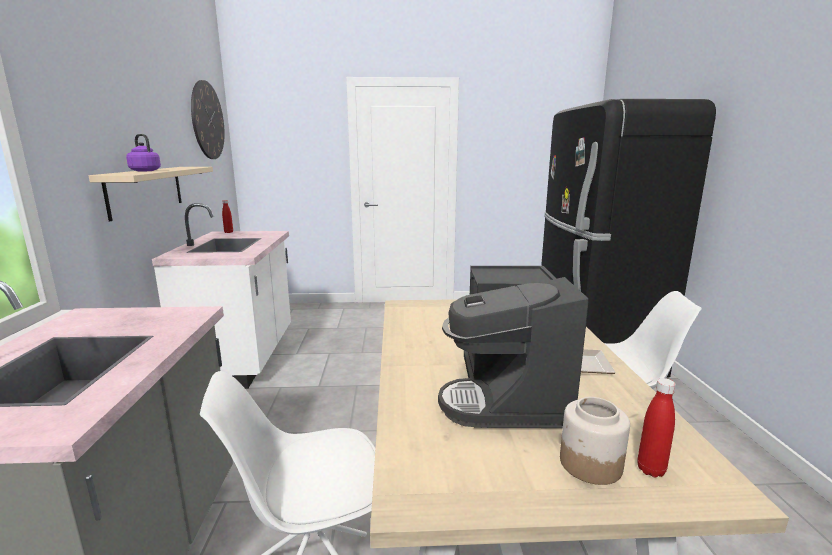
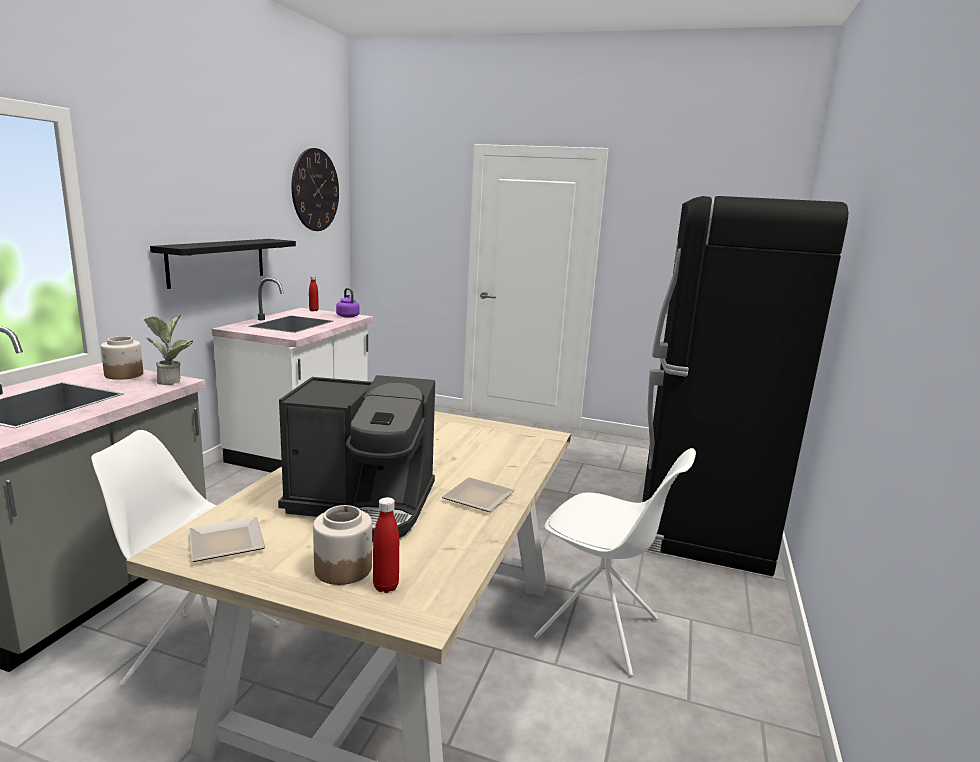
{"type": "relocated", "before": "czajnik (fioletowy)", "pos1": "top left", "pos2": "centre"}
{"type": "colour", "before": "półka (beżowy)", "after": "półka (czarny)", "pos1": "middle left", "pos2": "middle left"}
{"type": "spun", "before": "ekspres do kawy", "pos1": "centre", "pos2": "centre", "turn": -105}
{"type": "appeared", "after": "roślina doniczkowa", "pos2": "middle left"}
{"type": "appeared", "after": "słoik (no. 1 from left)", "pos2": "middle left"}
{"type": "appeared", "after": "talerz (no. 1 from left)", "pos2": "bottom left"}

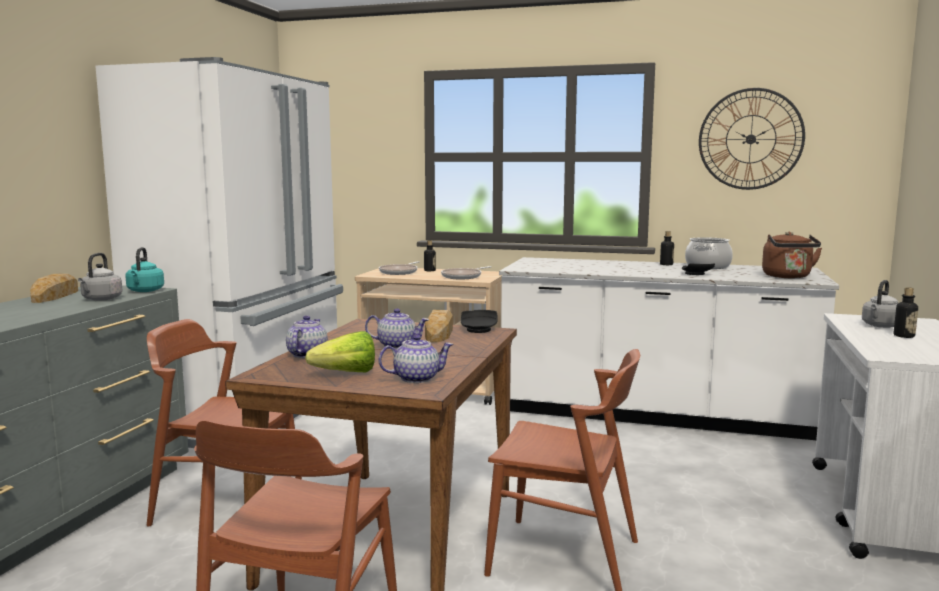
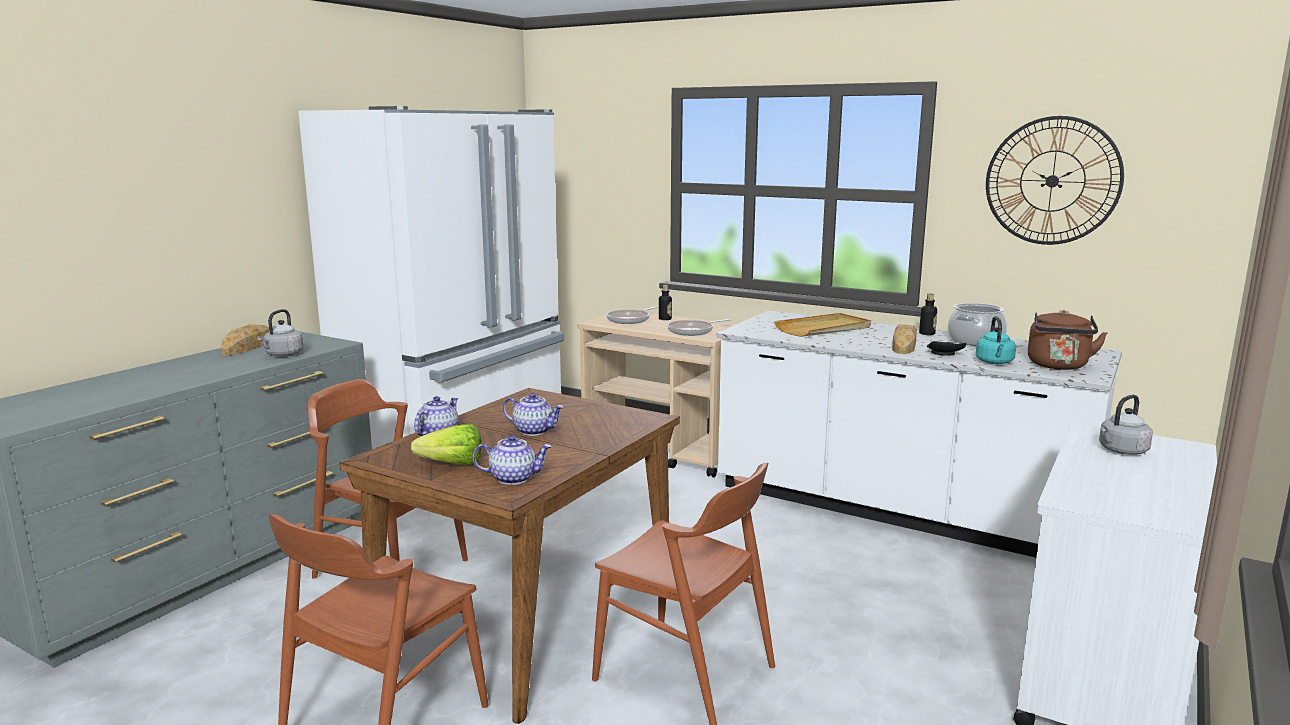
{"type": "relocated", "before": "czajnik (turkusowy)", "pos1": "middle left", "pos2": "middle right"}
{"type": "missing", "before": "butelka (no. 3 from left)", "pos1": "middle right"}
{"type": "relocated", "before": "chleb (no. 2 from left)", "pos1": "centre", "pos2": "middle right"}
{"type": "missing", "before": "talerz (czarny) (no. 1 from left)", "pos1": "centre"}
{"type": "appeared", "after": "taca (beżowy)", "pos2": "centre"}

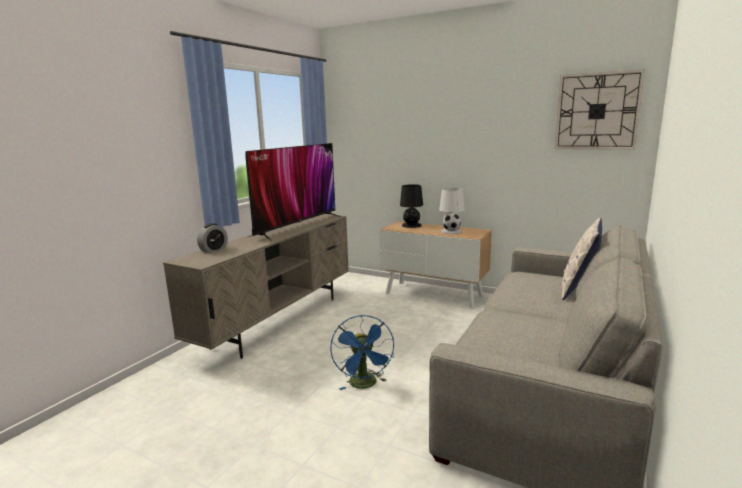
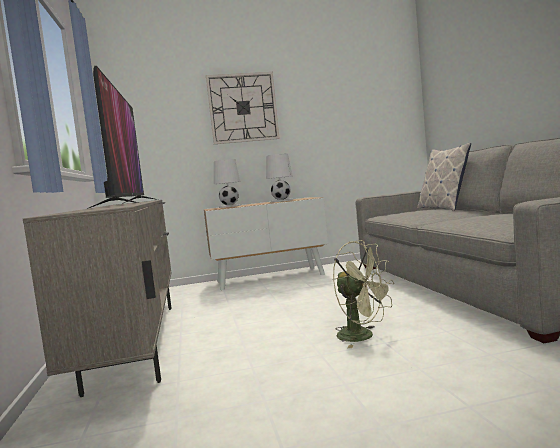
{"type": "relocated", "before": "zegar ścienny", "pos1": "top right", "pos2": "top centre"}
{"type": "colour", "before": "lampa stołowa (czarny)", "after": "lampa stołowa (biały) (no. 1 from left)", "pos1": "centre", "pos2": "centre"}
{"type": "missing", "before": "budzik", "pos1": "middle left"}
{"type": "colour", "before": "wentylator (niebieski)", "after": "wentylator (zielony)", "pos1": "bottom centre", "pos2": "centre"}

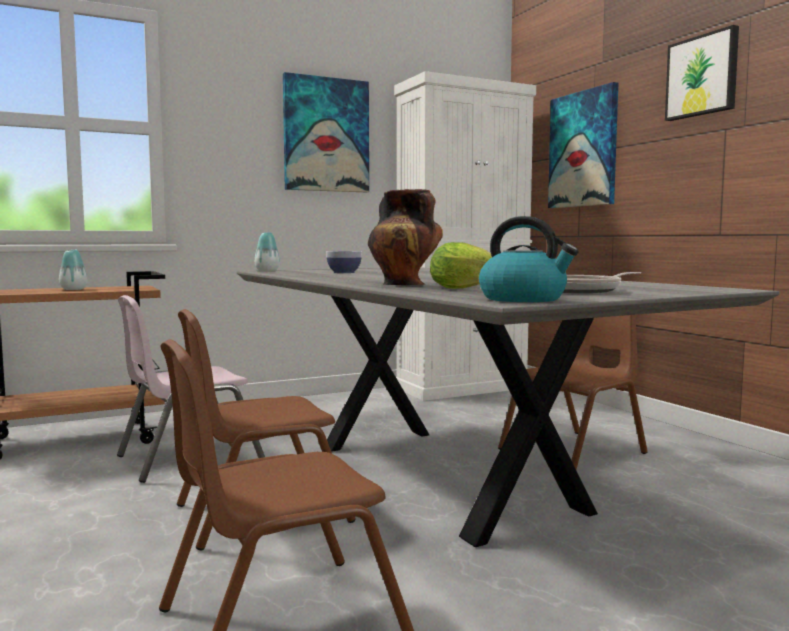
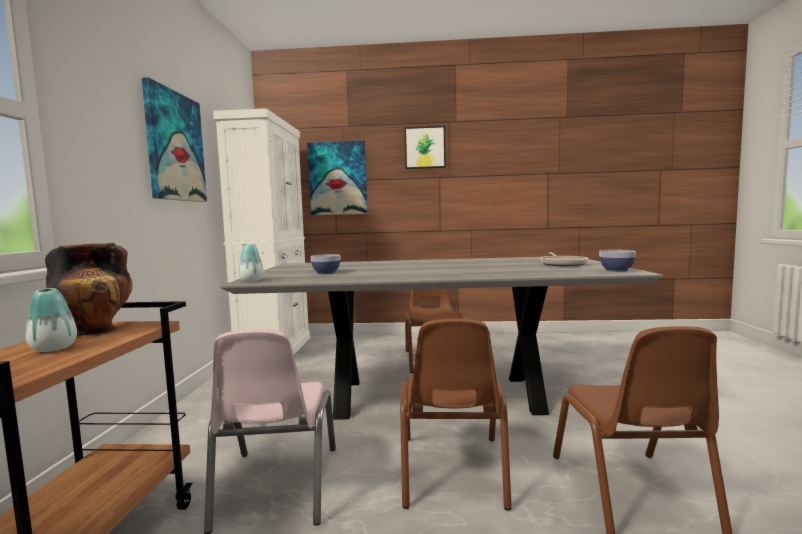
{"type": "relocated", "before": "wazon (no. 3 from left in the first image)", "after": "wazon (no. 2 from left)", "pos1": "centre", "pos2": "middle left"}
{"type": "exchanged", "before": "czajnik", "after": "miska (no. 2 from left)", "pos1": "middle right", "pos2": "middle right"}
{"type": "missing", "before": "sałata", "pos1": "centre"}

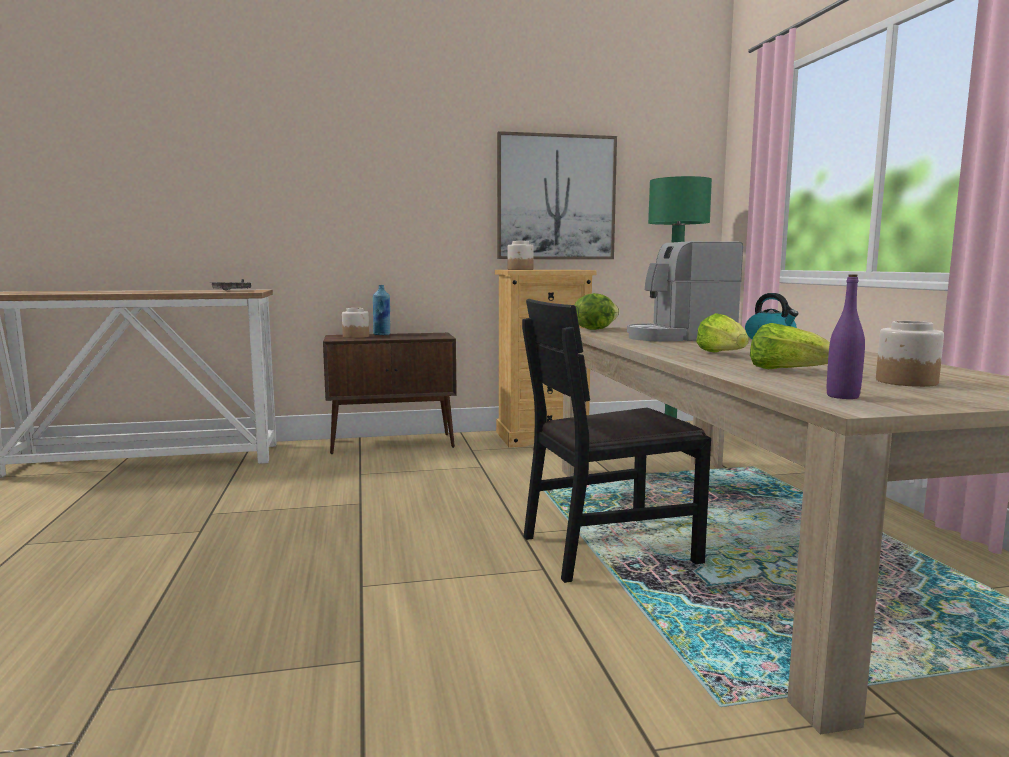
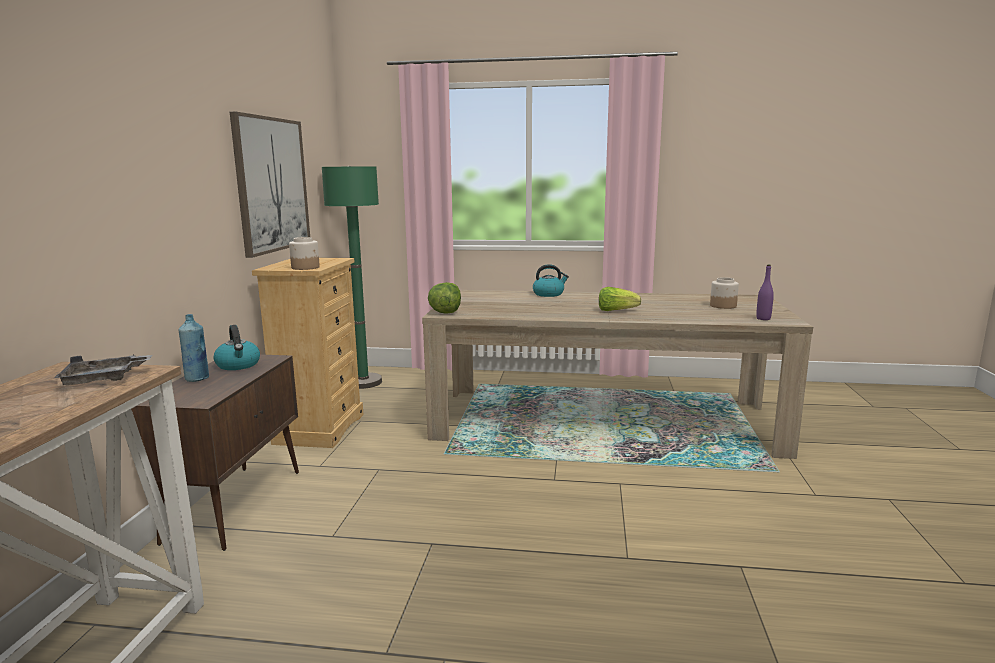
{"type": "missing", "before": "ekspres do kawy", "pos1": "middle right"}
{"type": "missing", "before": "krzesło (czarny)", "pos1": "centre"}
{"type": "missing", "before": "słoik (no. 1 from left)", "pos1": "centre"}
{"type": "missing", "before": "sałata (no. 3 from left)", "pos1": "middle right"}
{"type": "appeared", "after": "czajnik (no. 1 from left)", "pos2": "middle left"}

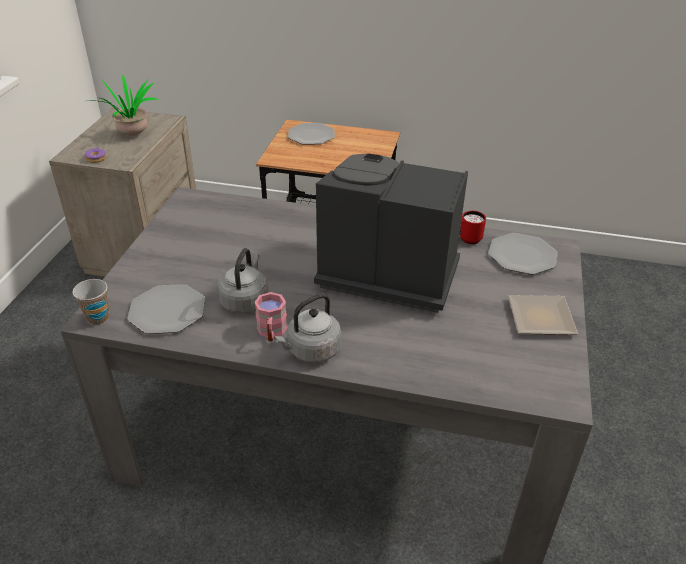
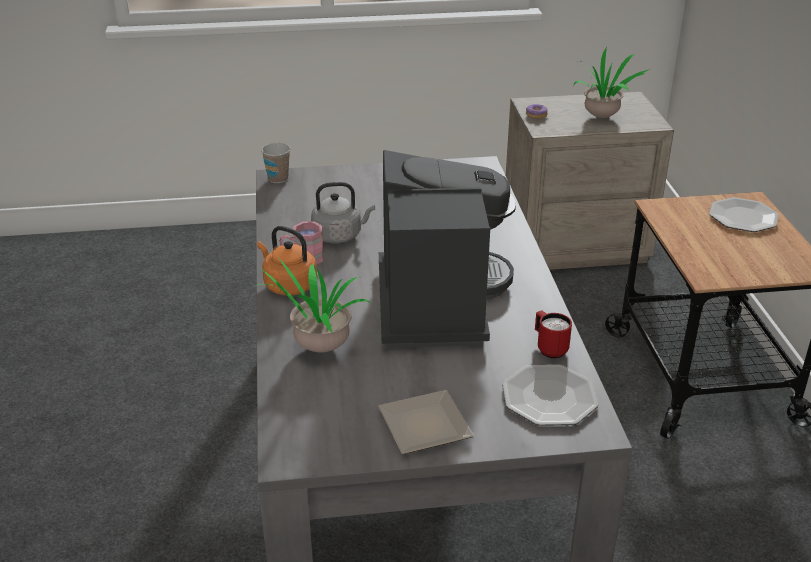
{"type": "missing", "before": "talerz (no. 1 from left)", "pos1": "middle left"}
{"type": "colour", "before": "czajnik (szary) (no. 2 from left)", "after": "czajnik (pomarańczowy)", "pos1": "centre", "pos2": "centre"}
{"type": "appeared", "after": "roślina doniczkowa (no. 1 from left)", "pos2": "centre"}

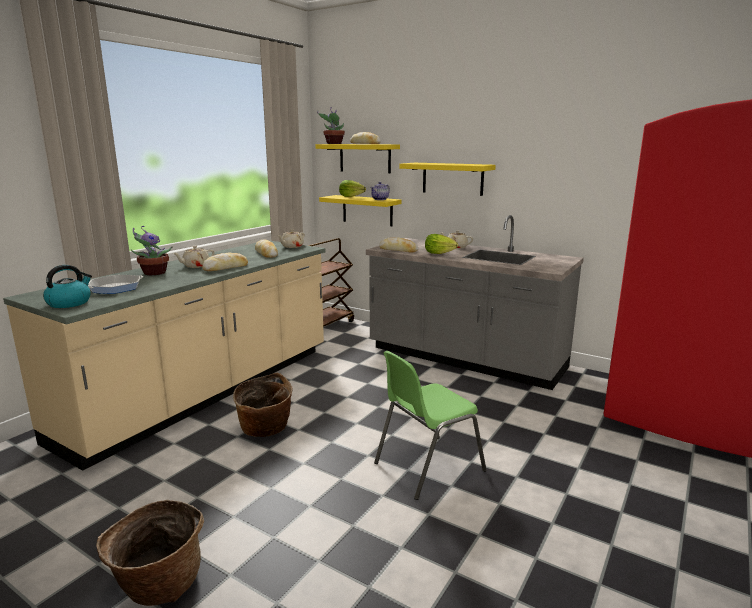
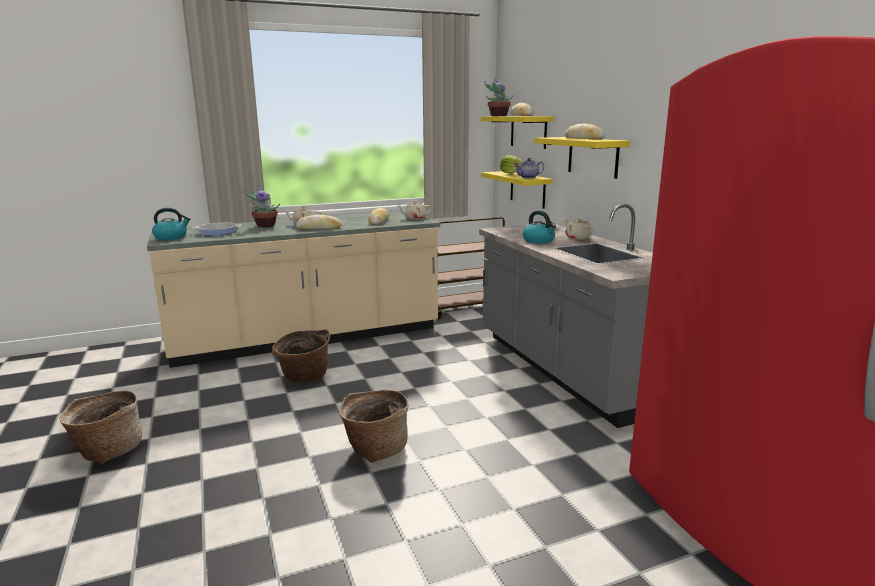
{"type": "exchanged", "before": "sałata (no. 2 from left)", "after": "czajnik (no. 2 from left)", "pos1": "centre", "pos2": "centre"}
{"type": "relocated", "before": "chleb (no. 4 from left)", "pos1": "centre", "pos2": "top right"}
{"type": "exchanged", "before": "krzesło (zielony)", "after": "koszyk (no. 3 from left)", "pos1": "bottom centre", "pos2": "bottom centre"}

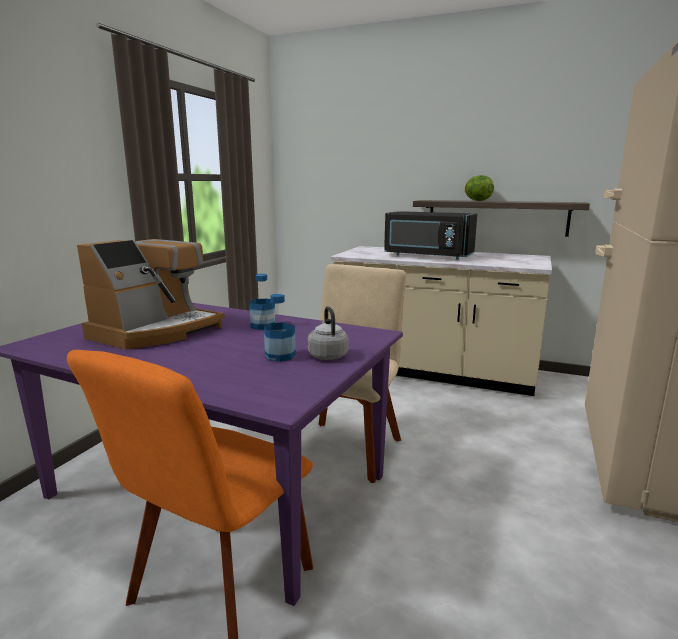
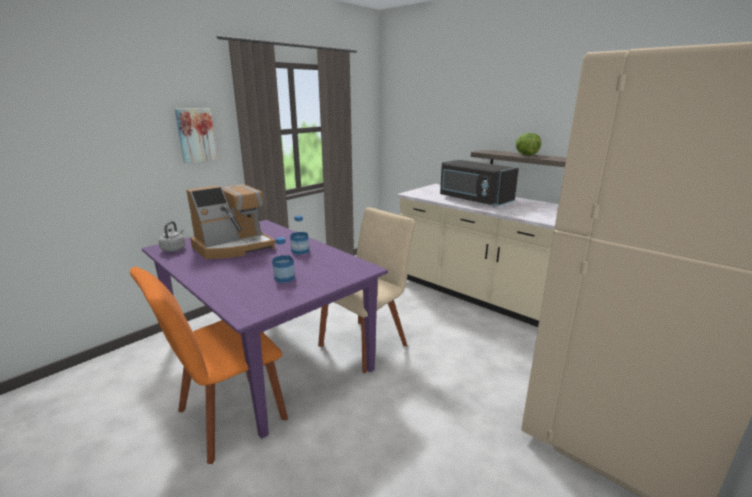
{"type": "relocated", "before": "czajnik (szary)", "pos1": "centre", "pos2": "middle left"}
{"type": "appeared", "after": "obraz", "pos2": "top left"}

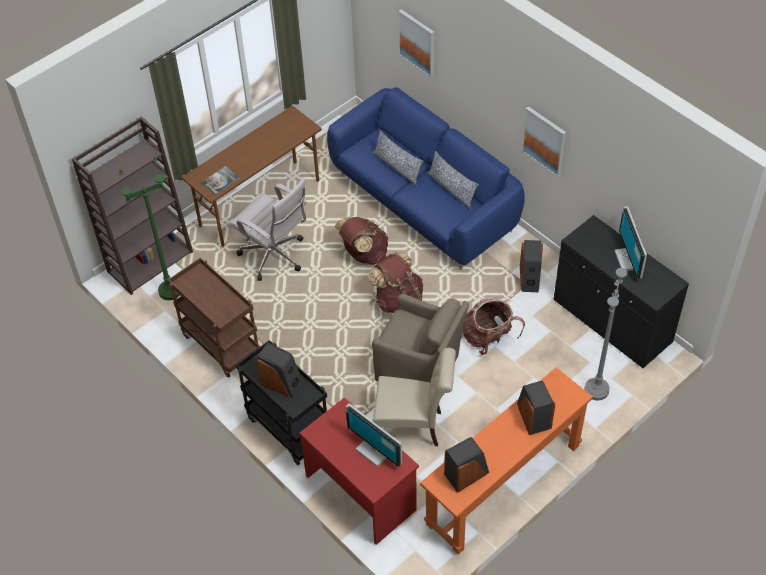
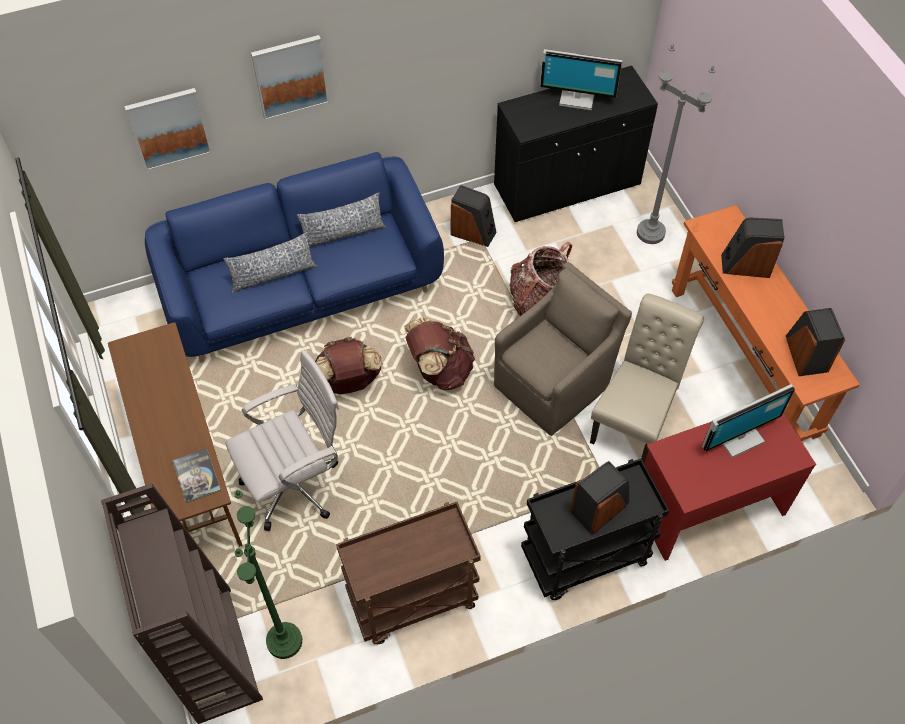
{"type": "relocated", "before": "obraz (no. 2 from left)", "pos1": "top right", "pos2": "top left"}

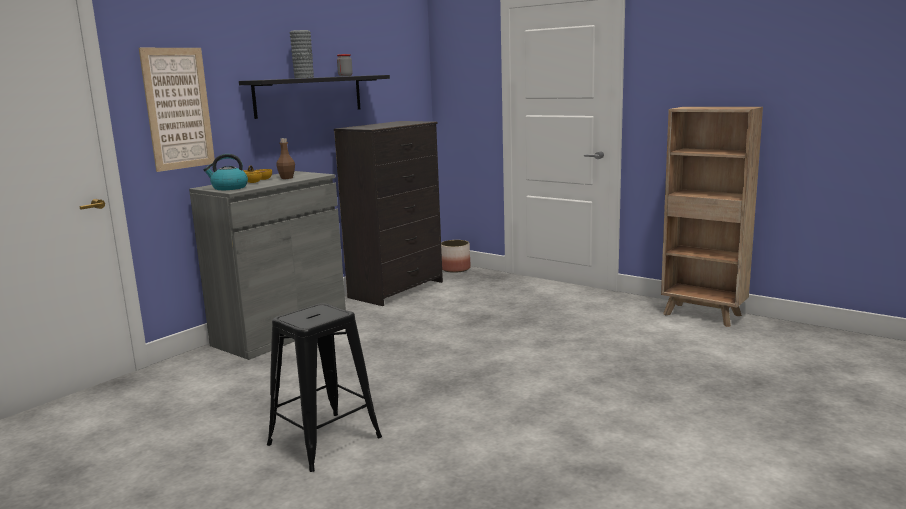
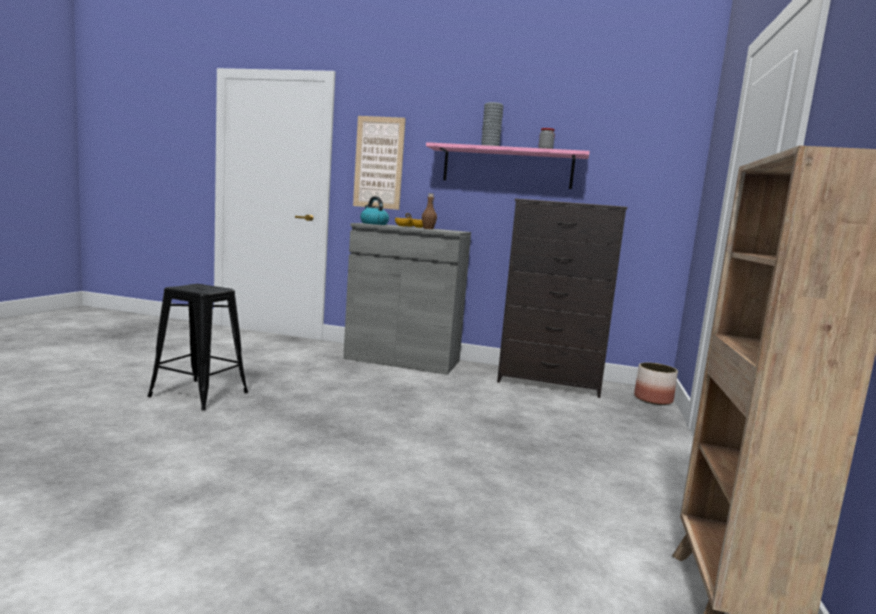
{"type": "colour", "before": "półka (czarny)", "after": "półka (różowy)", "pos1": "top centre", "pos2": "top centre"}

